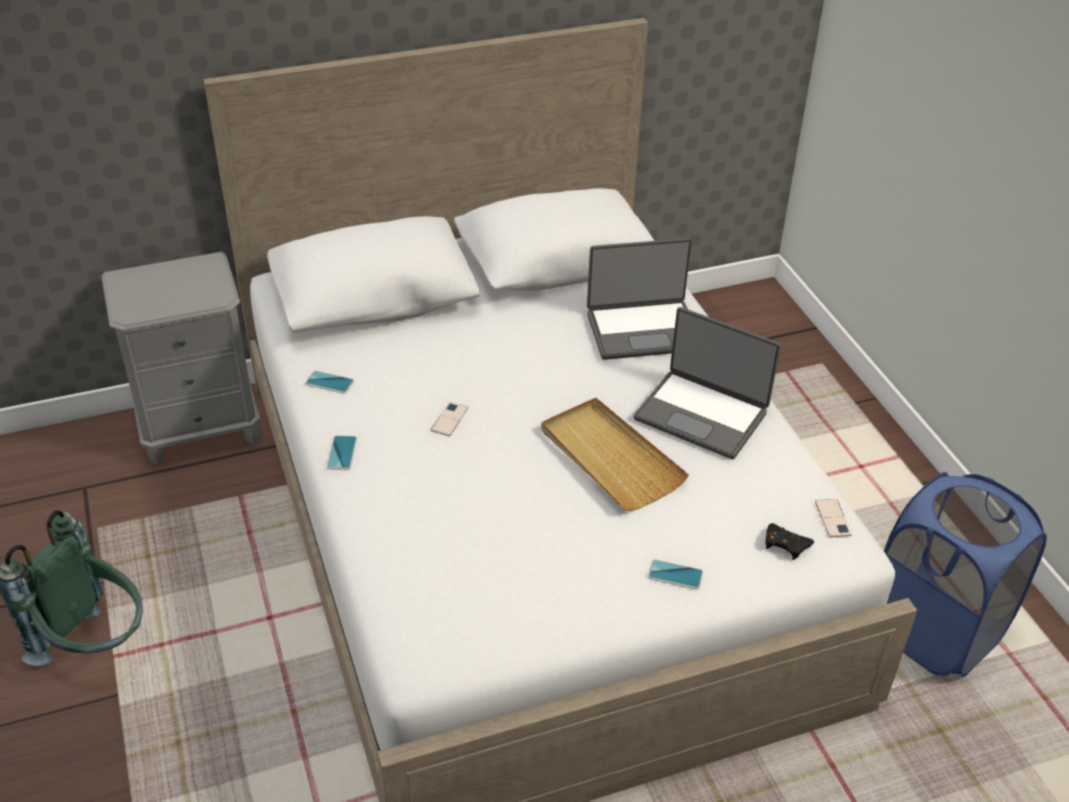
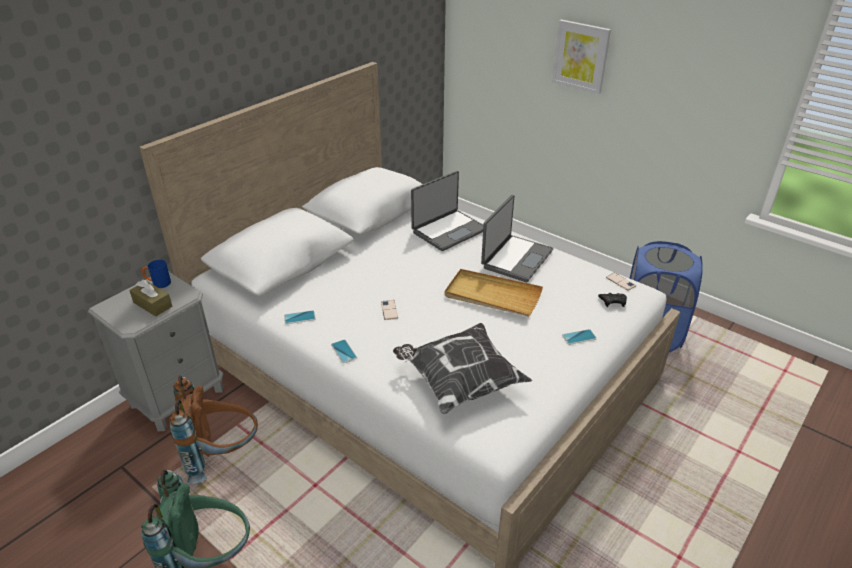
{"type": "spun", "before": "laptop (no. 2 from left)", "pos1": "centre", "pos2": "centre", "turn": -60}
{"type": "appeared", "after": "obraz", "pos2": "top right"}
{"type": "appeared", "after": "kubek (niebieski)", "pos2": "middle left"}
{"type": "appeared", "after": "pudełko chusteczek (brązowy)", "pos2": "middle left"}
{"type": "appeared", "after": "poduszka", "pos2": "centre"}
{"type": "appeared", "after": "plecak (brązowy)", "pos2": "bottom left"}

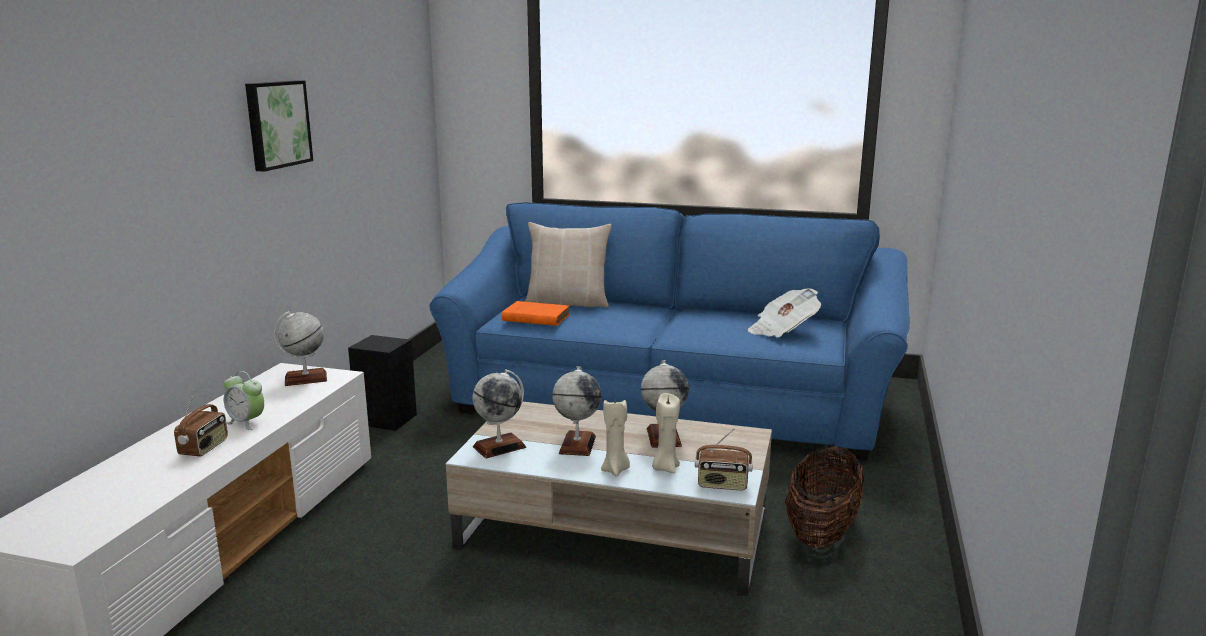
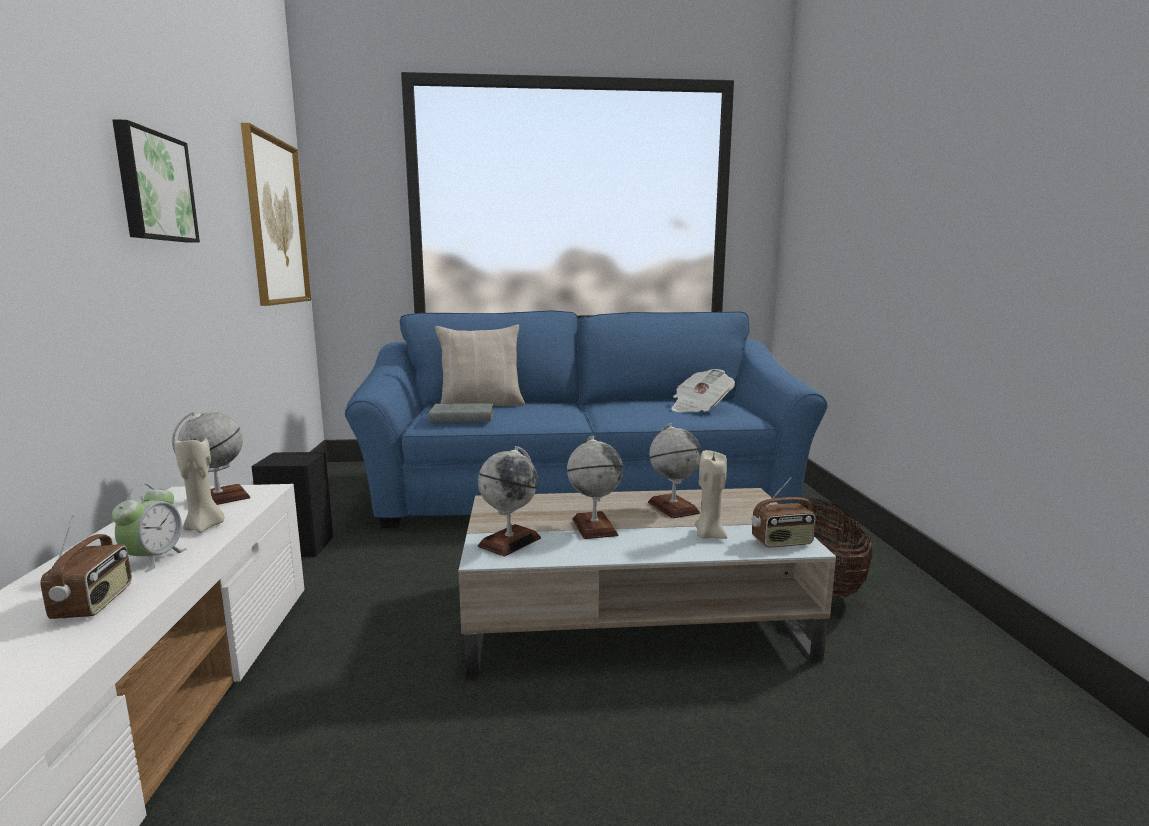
{"type": "colour", "before": "książka (pomarańczowy)", "after": "książka (szary)", "pos1": "centre", "pos2": "centre"}
{"type": "spun", "before": "budzik", "pos1": "middle left", "pos2": "middle left", "turn": -90}
{"type": "relocated", "before": "świeca (beżowy) (no. 1 from left)", "pos1": "bottom centre", "pos2": "middle left"}
{"type": "appeared", "after": "obraz (no. 2 from left)", "pos2": "top left"}

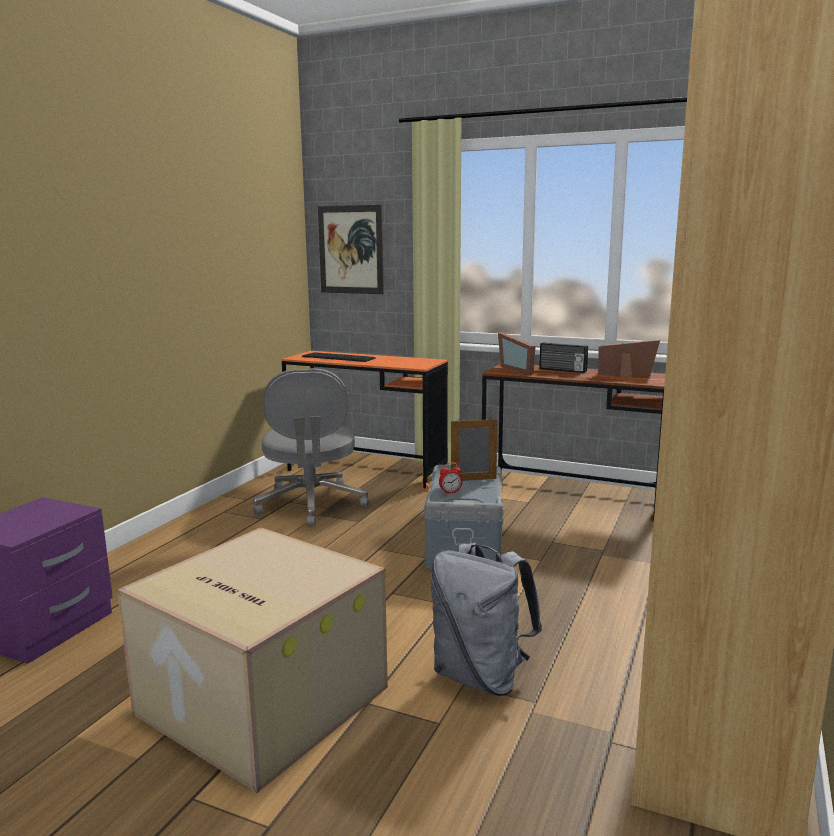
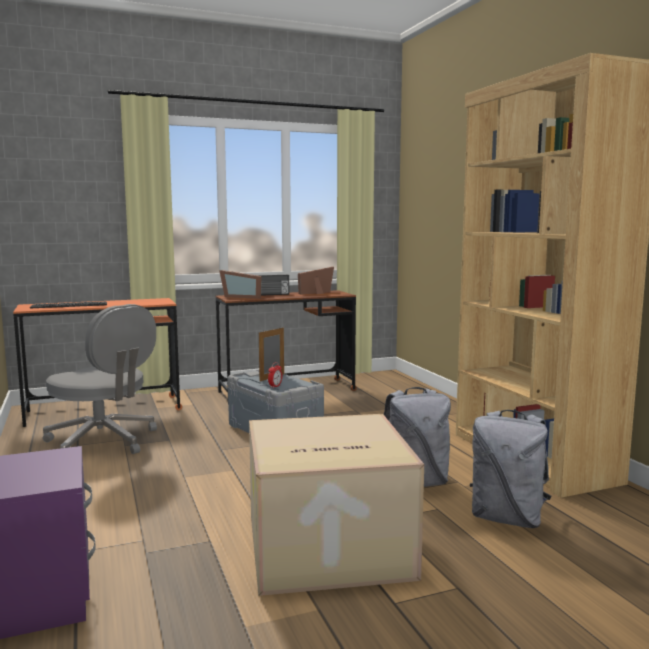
{"type": "missing", "before": "obraz", "pos1": "top centre"}
{"type": "appeared", "after": "plecak (szary) (no. 2 from left)", "pos2": "bottom right"}

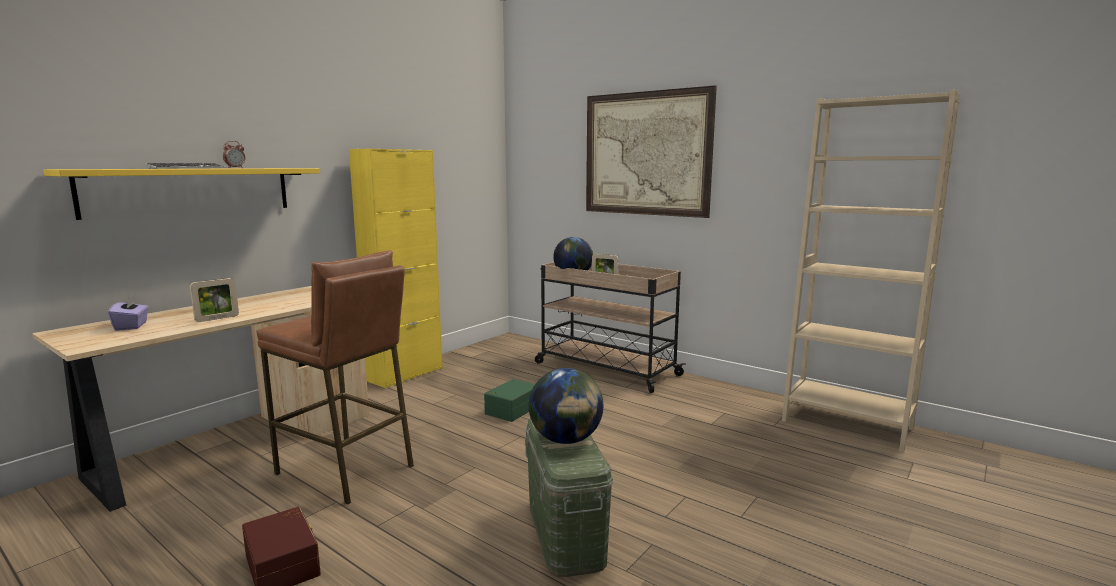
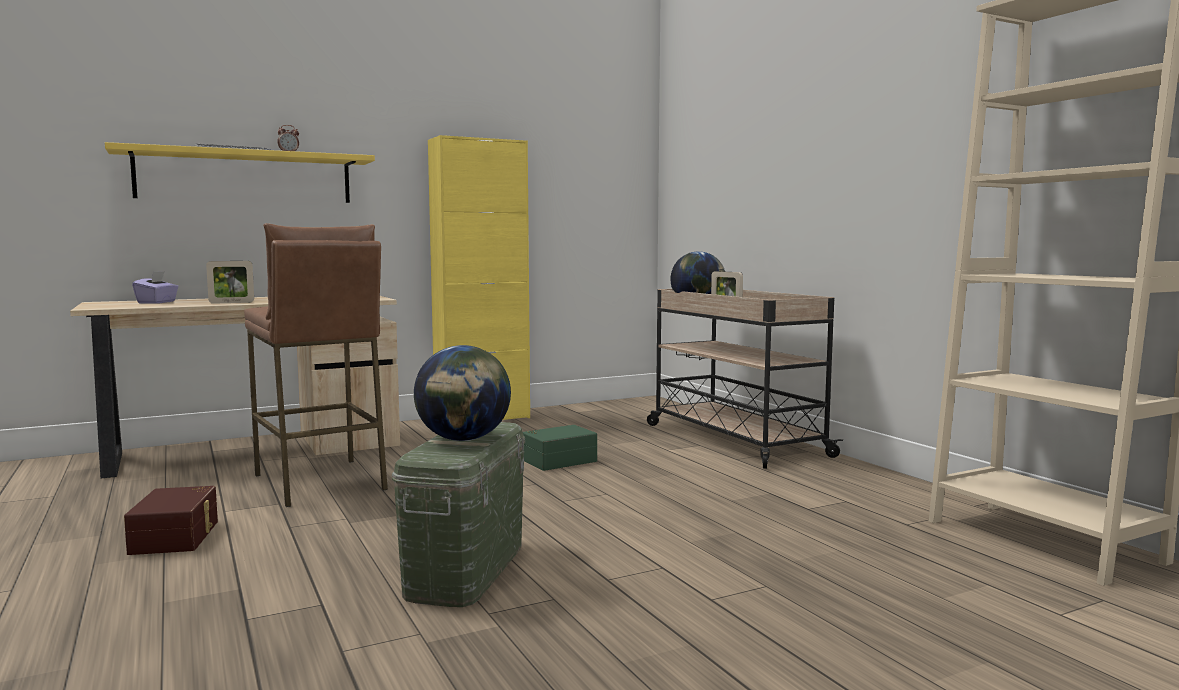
{"type": "missing", "before": "obraz", "pos1": "top centre"}

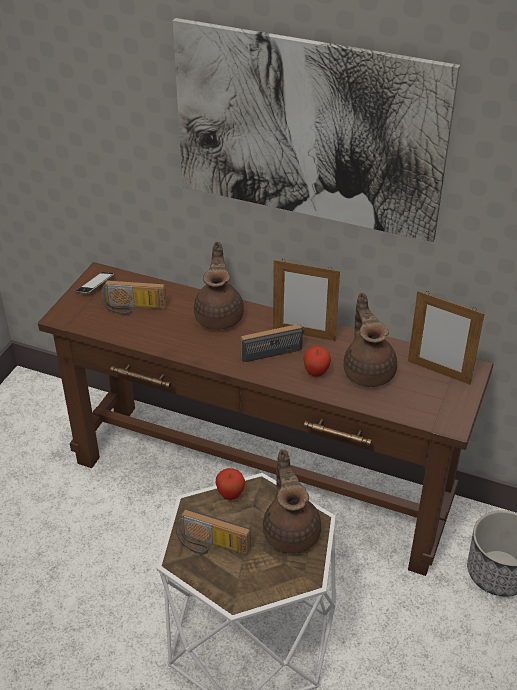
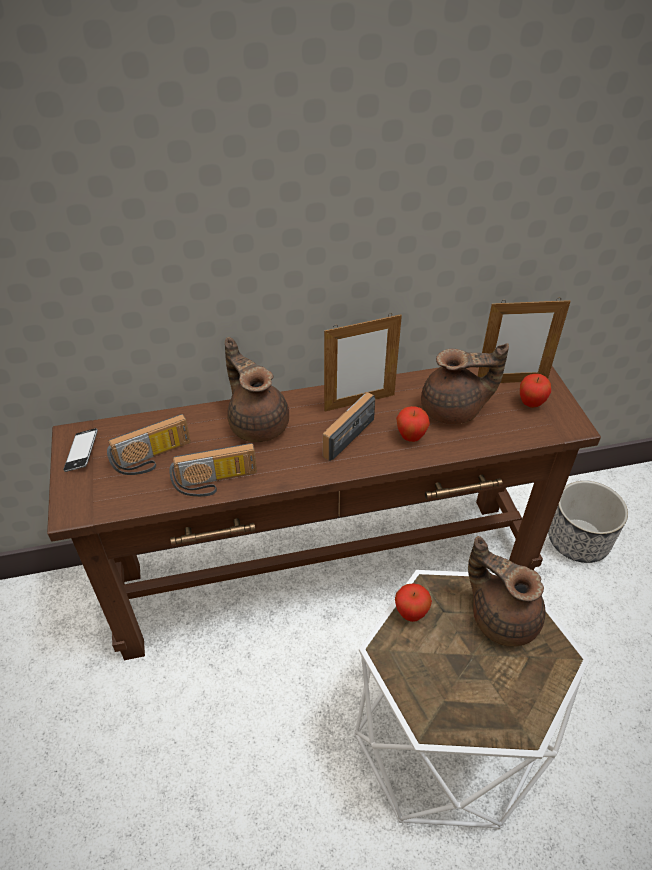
{"type": "missing", "before": "obraz", "pos1": "top centre"}
{"type": "spun", "before": "imbryk (brązowy) (no. 3 from left in the first image)", "pos1": "middle right", "pos2": "middle right", "turn": 135}
{"type": "relocated", "before": "radio (no. 2 from left)", "pos1": "bottom centre", "pos2": "middle left"}
{"type": "appeared", "after": "jabłko (no. 3 from left)", "pos2": "middle right"}

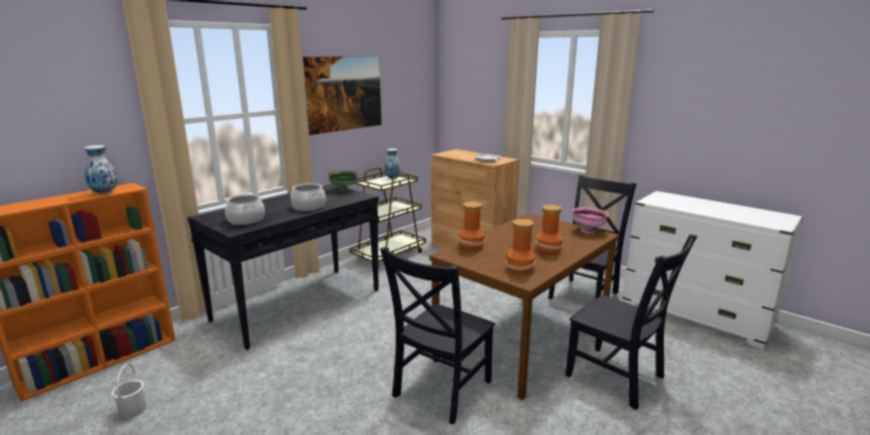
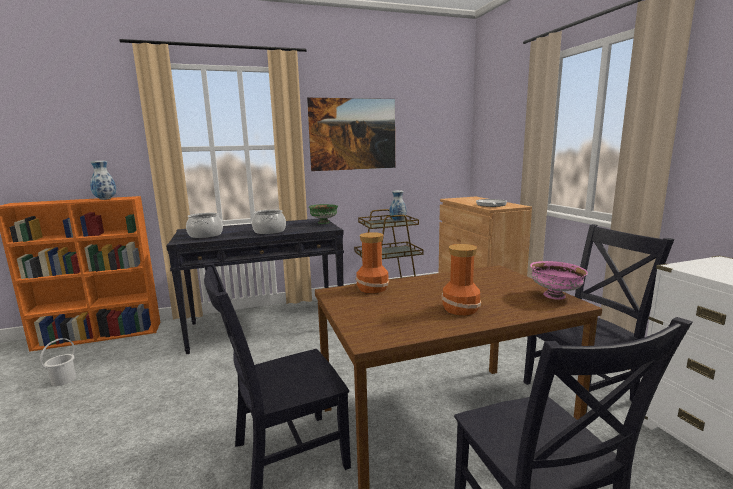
{"type": "missing", "before": "wazon (no. 4 from left)", "pos1": "centre"}

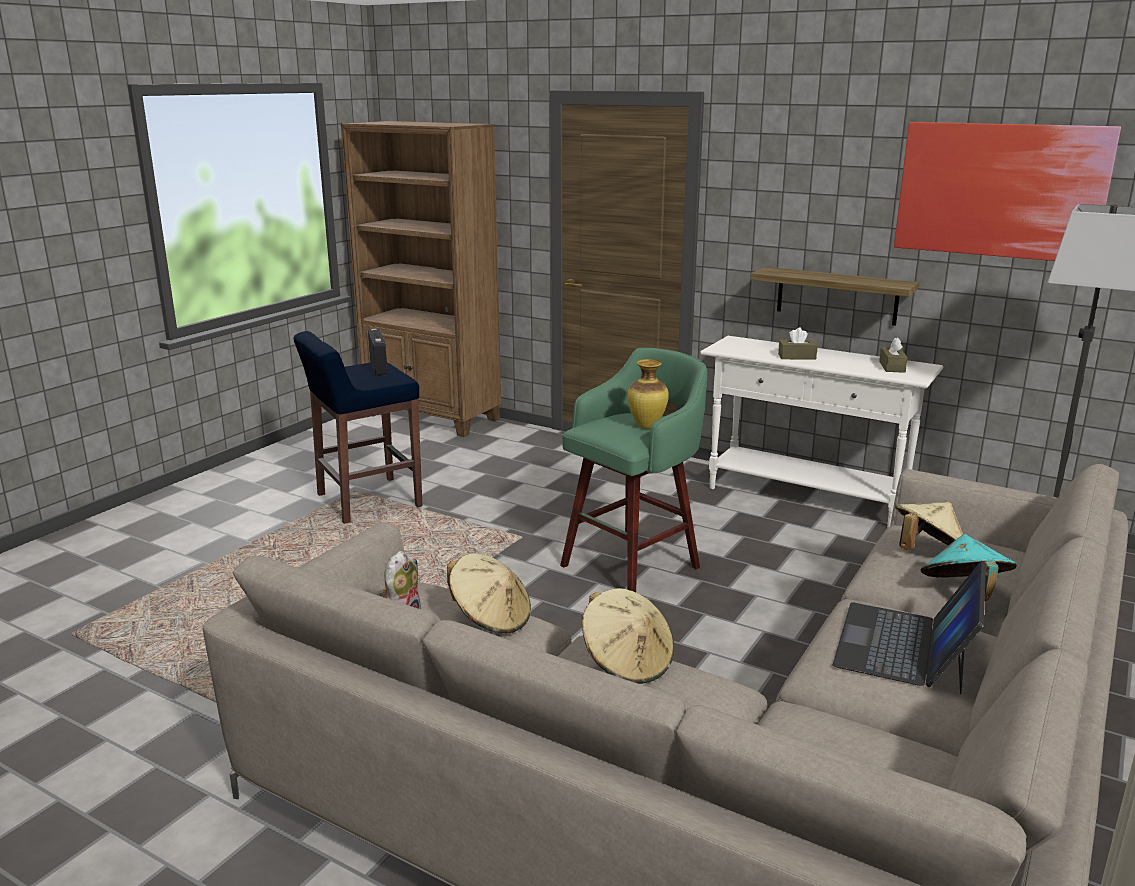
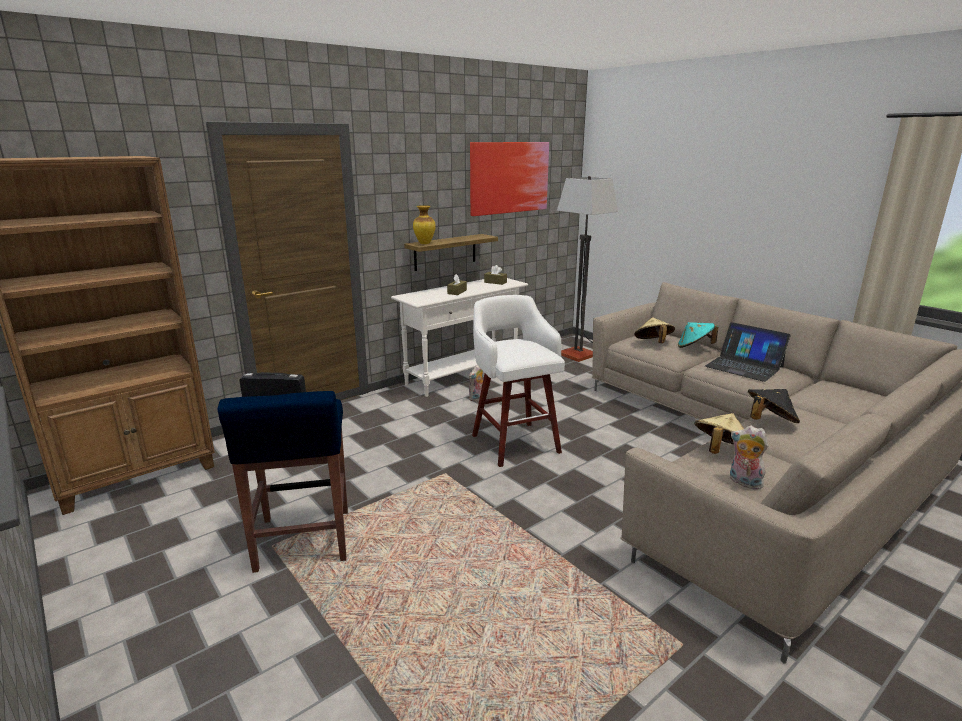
{"type": "colour", "before": "stołek (zielony)", "after": "stołek (biały)", "pos1": "centre", "pos2": "centre"}
{"type": "relocated", "before": "wazon", "pos1": "centre", "pos2": "top centre"}
{"type": "colour", "before": "kapelusz (beżowy) (no. 2 from left)", "after": "kapelusz (czarny)", "pos1": "bottom centre", "pos2": "middle right"}
{"type": "appeared", "after": "pluszak (no. 1 from left)", "pos2": "centre"}

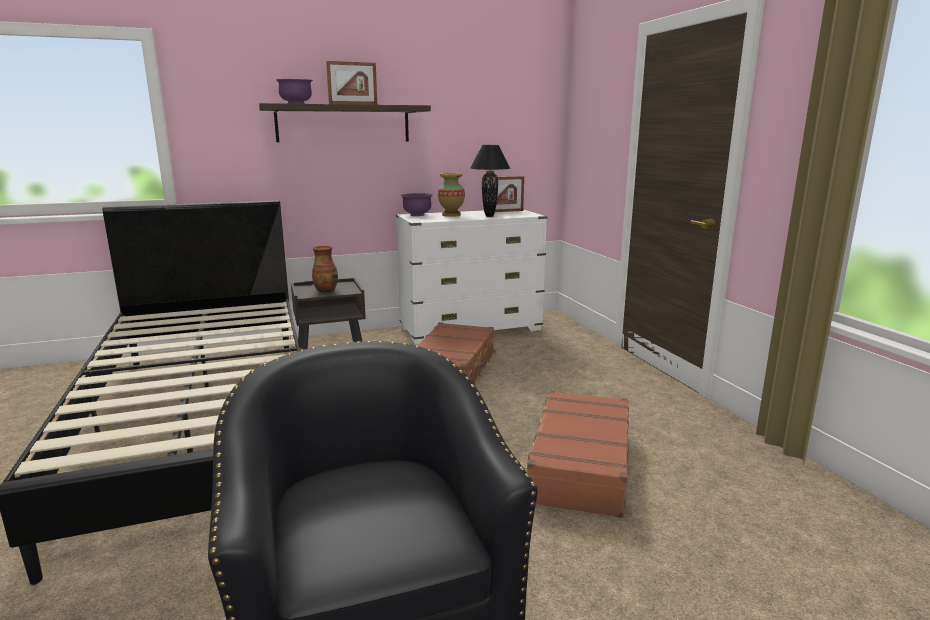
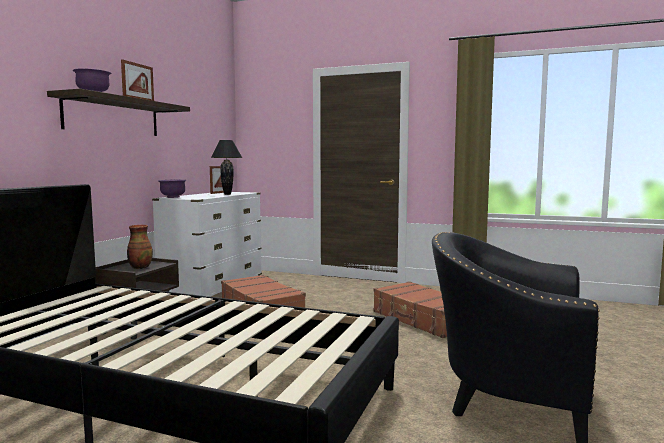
{"type": "missing", "before": "wazon (no. 2 from left)", "pos1": "top centre"}

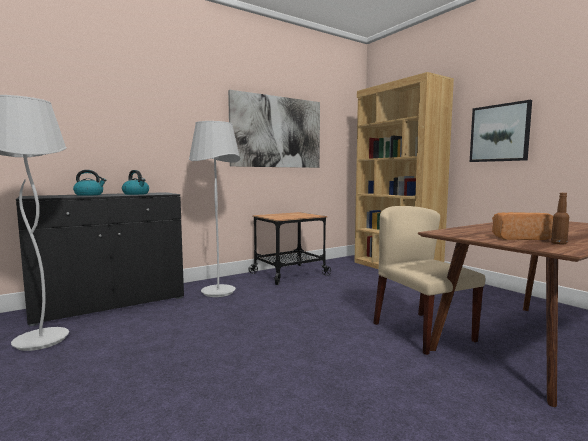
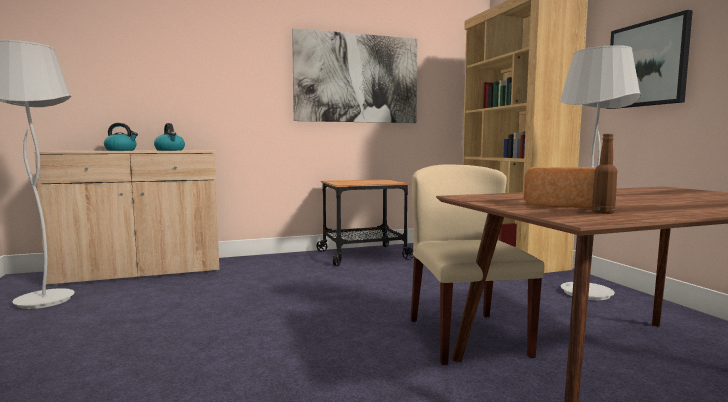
{"type": "relocated", "before": "lampa stojąca (biały) (no. 2 from left)", "pos1": "centre", "pos2": "middle right"}
{"type": "colour", "before": "szafka (czarny)", "after": "szafka (beżowy)", "pos1": "middle left", "pos2": "middle left"}

